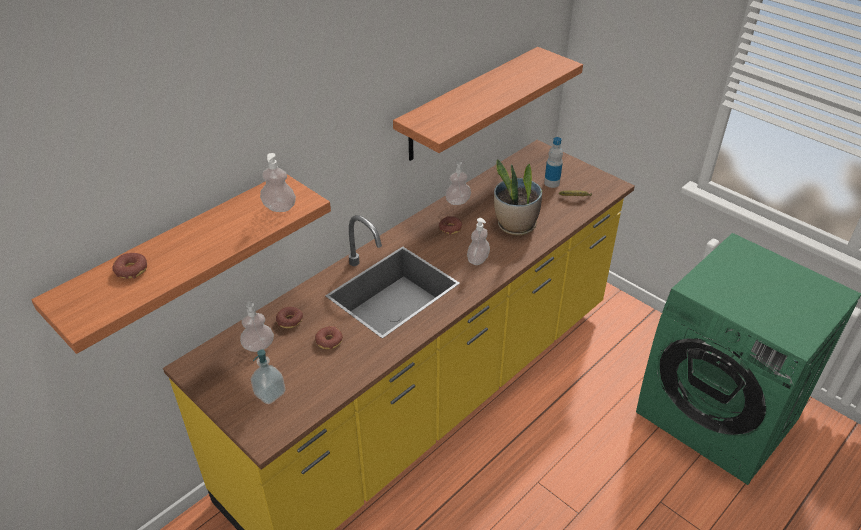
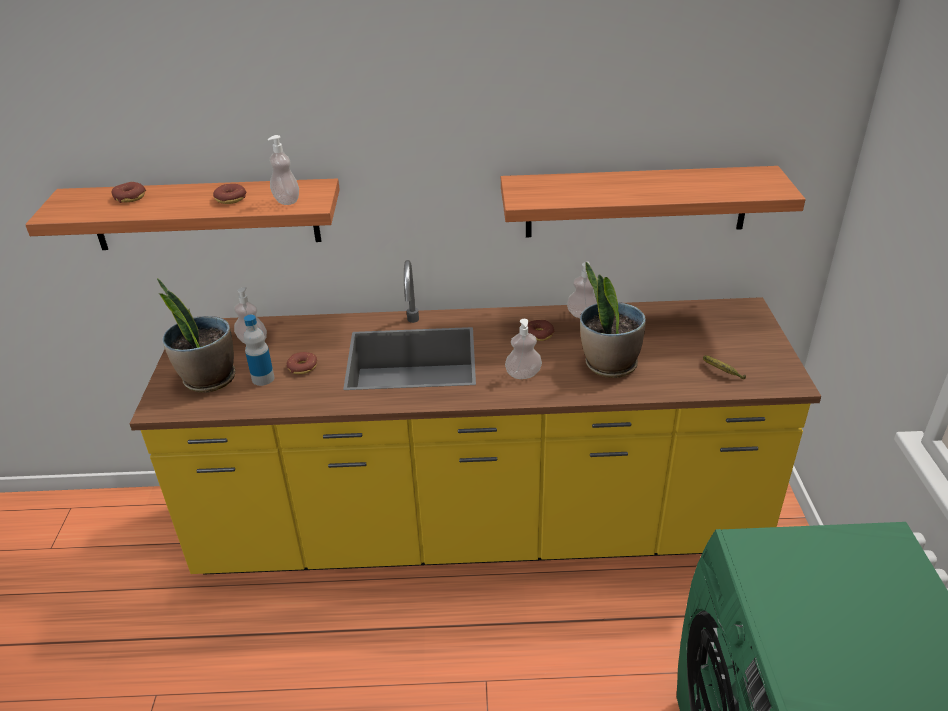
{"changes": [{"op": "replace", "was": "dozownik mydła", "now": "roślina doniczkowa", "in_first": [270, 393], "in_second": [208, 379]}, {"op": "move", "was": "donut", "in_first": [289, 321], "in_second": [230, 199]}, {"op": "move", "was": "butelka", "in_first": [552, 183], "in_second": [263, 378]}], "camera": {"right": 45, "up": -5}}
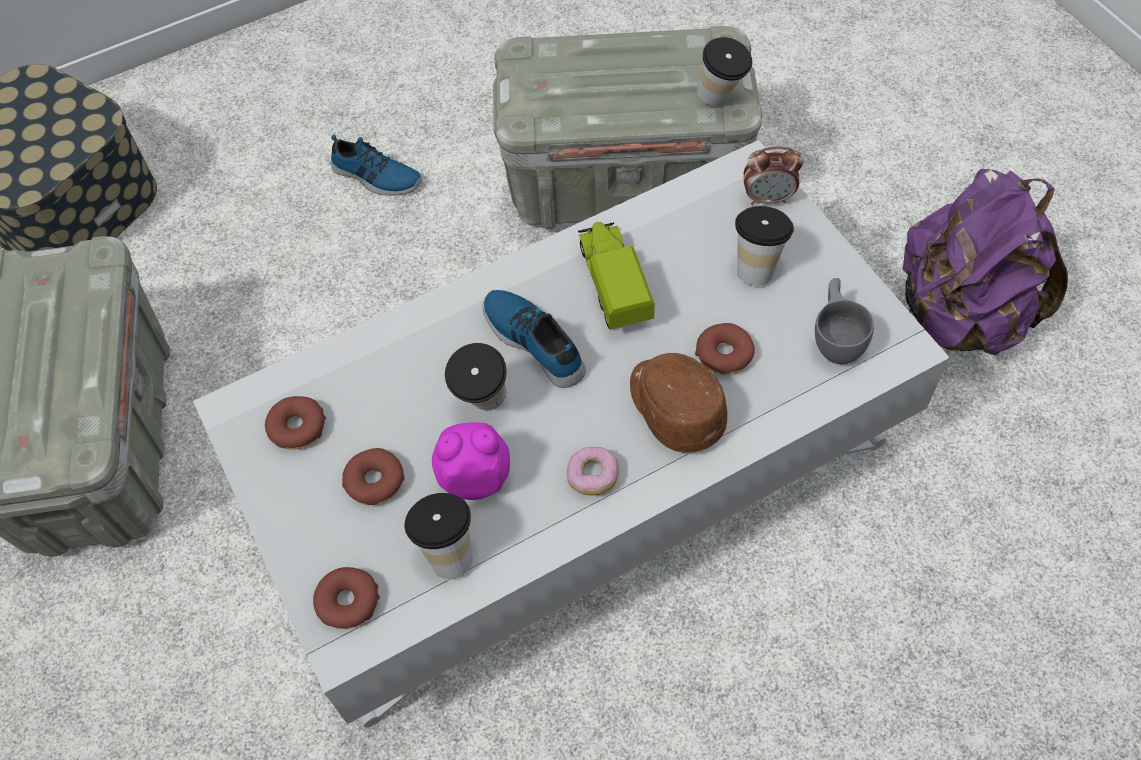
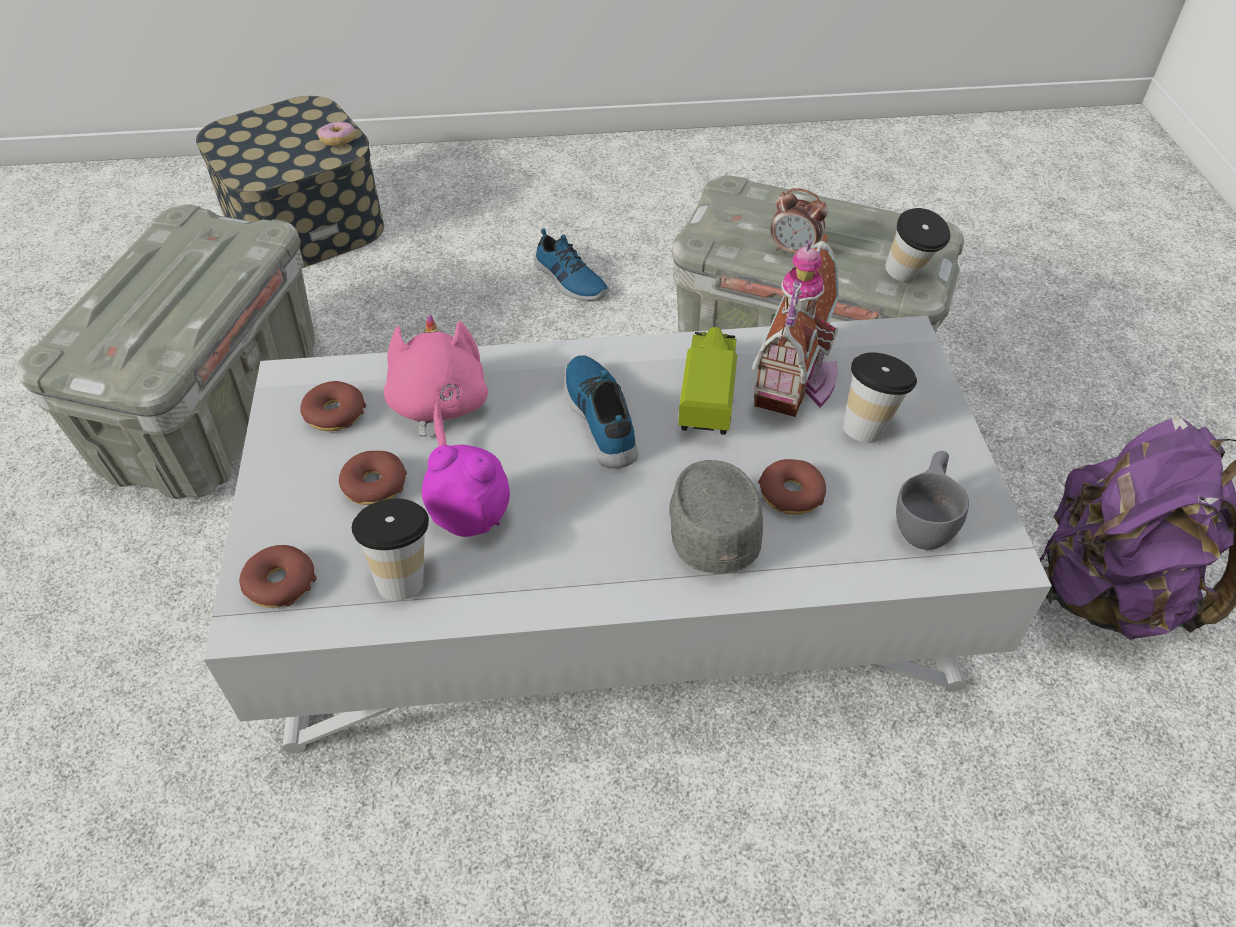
{"changes": [{"op": "move", "was": "donut", "in_first": [593, 476], "in_second": [338, 141]}, {"op": "insert", "now": "pluszak/różowy", "in_second": [439, 410]}, {"op": "recolor", "was": "czapka z daszkiem/brązowy", "now": "czapka z daszkiem/szary", "in_first": [674, 407], "in_second": [711, 525]}, {"op": "insert", "now": "domek", "in_second": [798, 381]}, {"op": "move", "was": "budzik", "in_first": [768, 198], "in_second": [794, 251]}, {"op": "delete", "was": "filiżanka", "in_first": [483, 406]}], "camera": {"right": 20, "up": -10}}
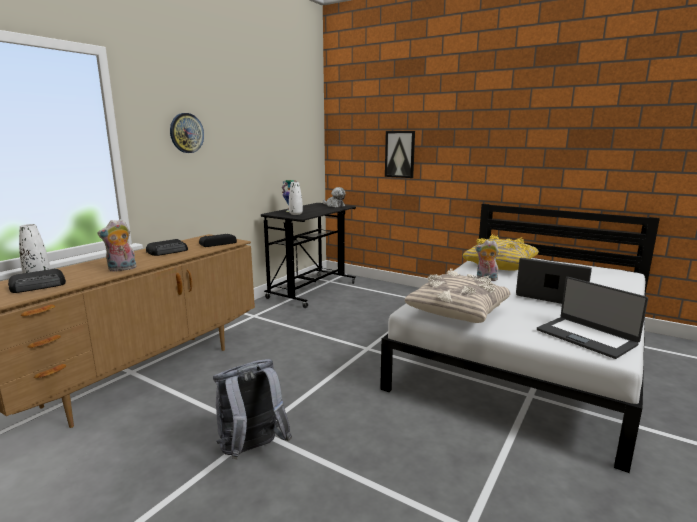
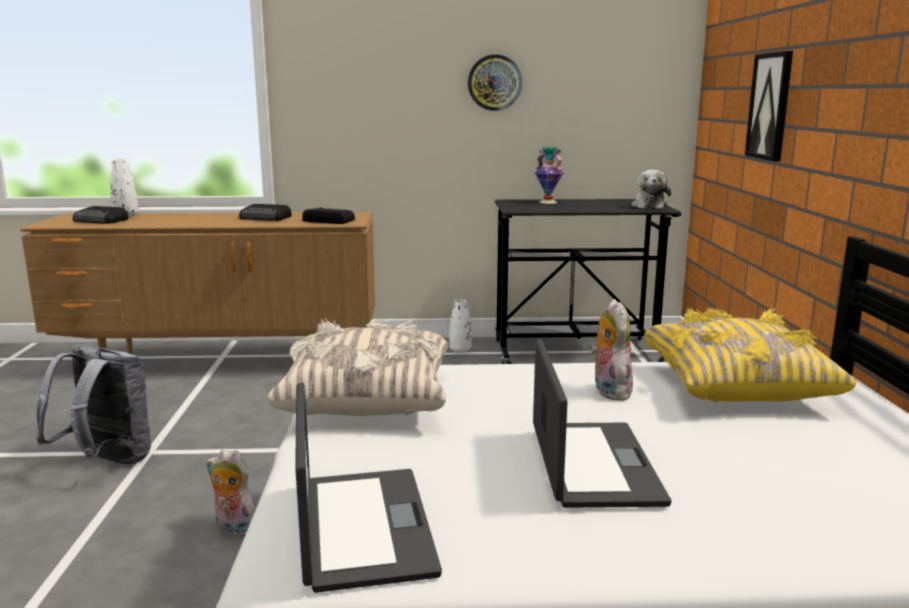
{"changes": [{"op": "move", "was": "pluszak", "in_first": [121, 269], "in_second": [233, 529]}, {"op": "rotate", "was": "laptop", "in_first": [586, 337], "in_second": [361, 527], "clockwise": 150}, {"op": "move", "was": "wazon/biały", "in_first": [295, 214], "in_second": [460, 350]}, {"op": "move", "was": "zegar ścienny", "in_first": [186, 133], "in_second": [494, 82]}], "camera": {"right": 55, "up": 0}}
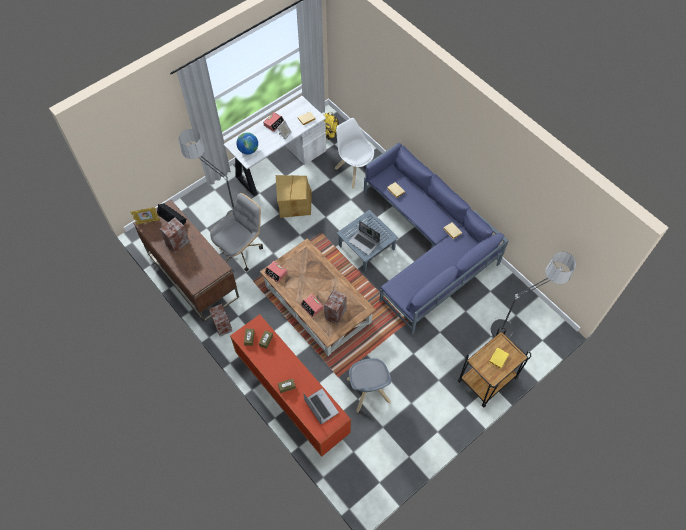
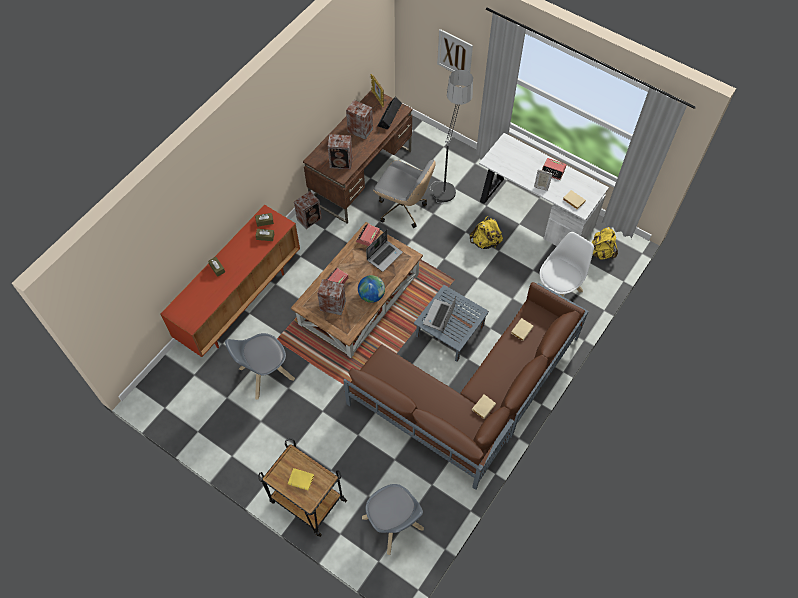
{"changes": [{"op": "insert", "now": "głośnik", "in_second": [342, 162]}, {"op": "recolor", "was": "kanapa/niebieski", "now": "kanapa/brązowy", "in_first": [417, 248], "in_second": [467, 387]}, {"op": "move", "was": "globus", "in_first": [248, 150], "in_second": [371, 295]}, {"op": "replace", "was": "lampa stojąca", "now": "krzesło/szary", "in_first": [516, 323], "in_second": [393, 525]}, {"op": "move", "was": "laptop", "in_first": [320, 406], "in_second": [384, 256]}, {"op": "insert", "now": "obraz", "in_second": [455, 54]}, {"op": "replace", "was": "karton", "now": "plecak/żółty", "in_first": [294, 202], "in_second": [485, 242]}], "camera": {"right": 75, "up": 0}}
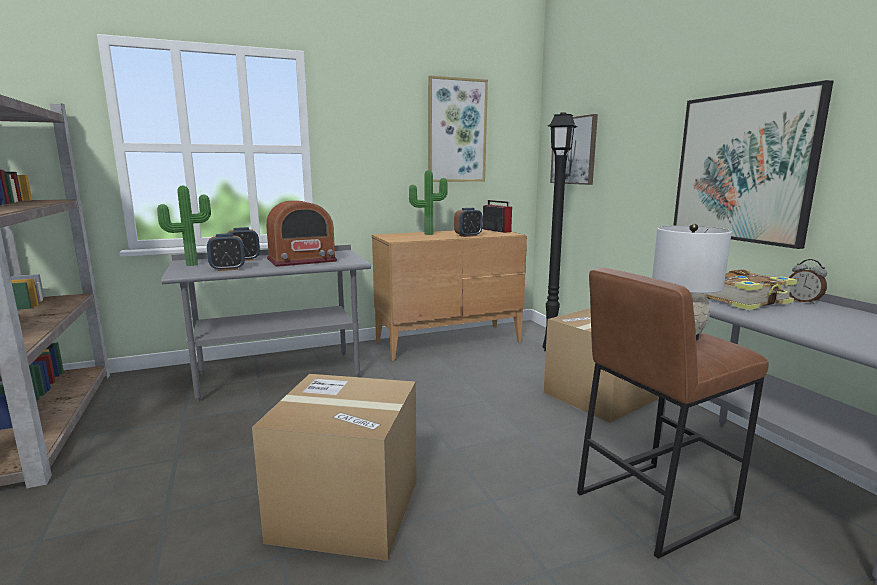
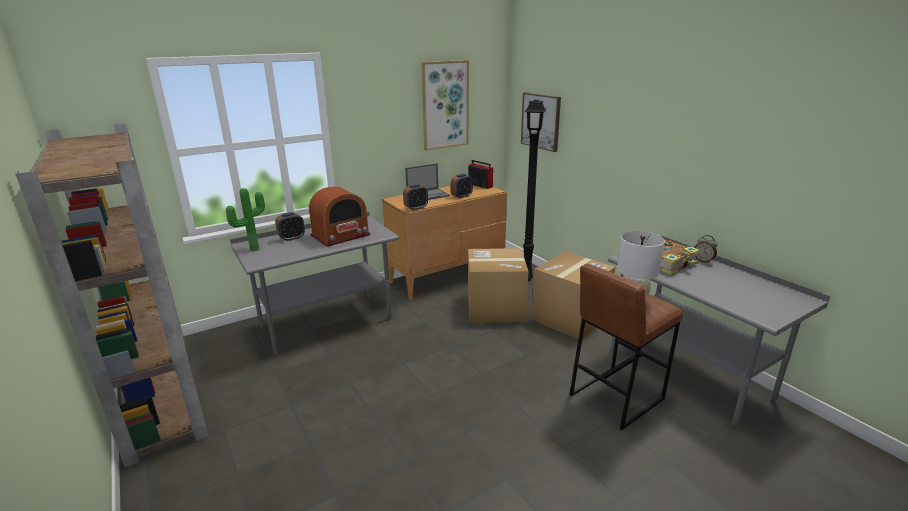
{"changes": [{"op": "move", "was": "budzik", "in_first": [227, 269], "in_second": [416, 208]}, {"op": "replace", "was": "roślina doniczkowa", "now": "laptop", "in_first": [428, 234], "in_second": [428, 195]}, {"op": "move", "was": "karton", "in_first": [347, 509], "in_second": [495, 308]}, {"op": "delete", "was": "obraz", "in_first": [743, 167]}], "camera": {"right": -10, "up": 10}}
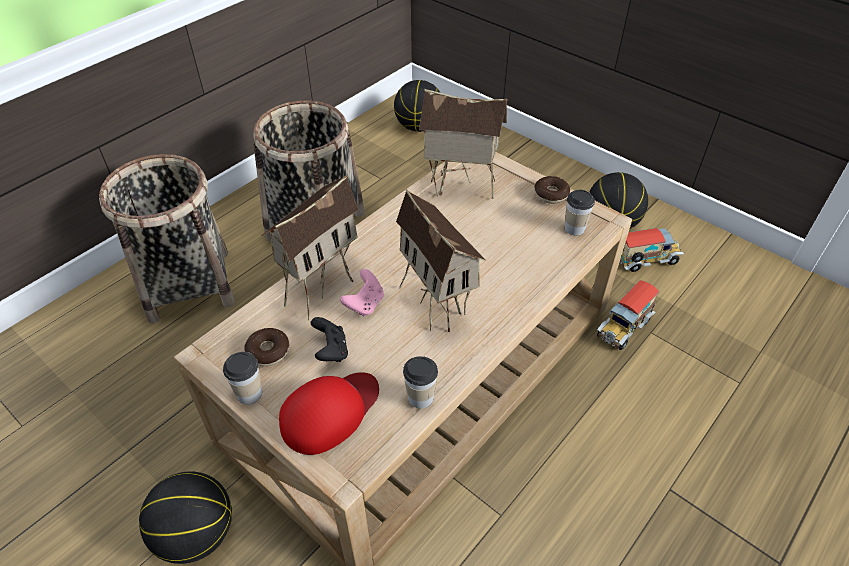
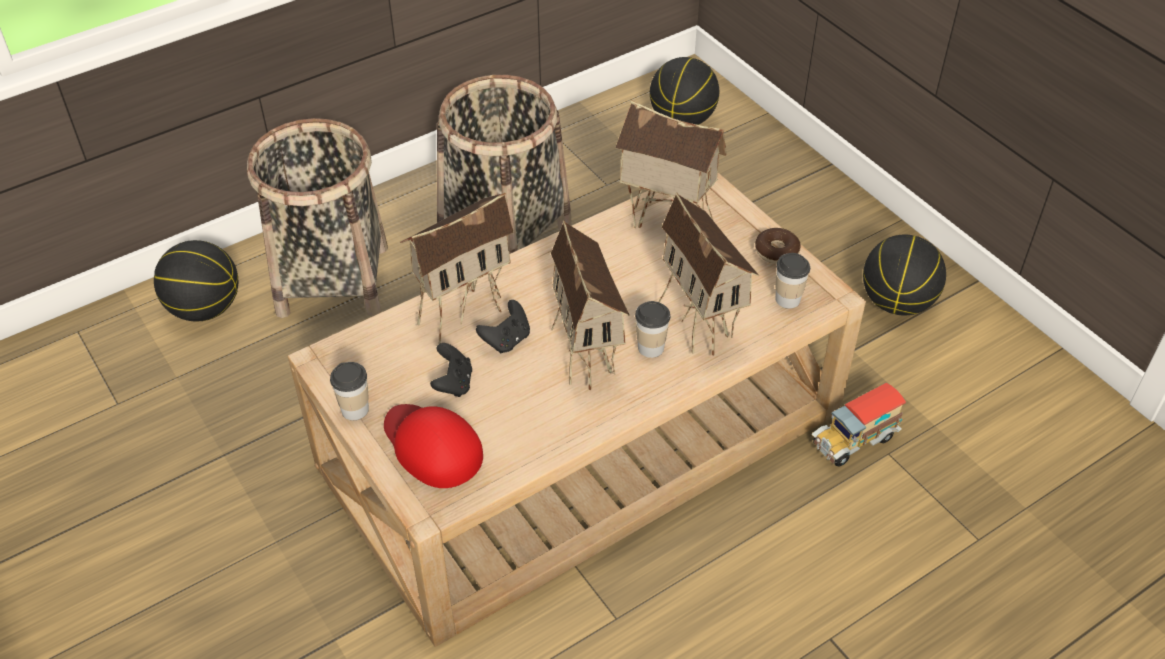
{"changes": [{"op": "move", "was": "piłka do koszykówki", "in_first": [197, 533], "in_second": [205, 308]}, {"op": "rotate", "was": "czapka z daszkiem/czerwony", "in_first": [330, 412], "in_second": [432, 446], "clockwise": -105}, {"op": "recolor", "was": "pad do gier/różowy", "now": "pad do gier/czarny", "in_first": [365, 304], "in_second": [506, 340]}, {"op": "move", "was": "filiżanka", "in_first": [420, 397], "in_second": [650, 348]}, {"op": "insert", "now": "domek", "in_second": [700, 325]}, {"op": "delete", "was": "donut", "in_first": [268, 351]}, {"op": "delete", "was": "ciężarówka zabawkowa", "in_first": [645, 261]}], "camera": {"right": 15, "up": 0}}
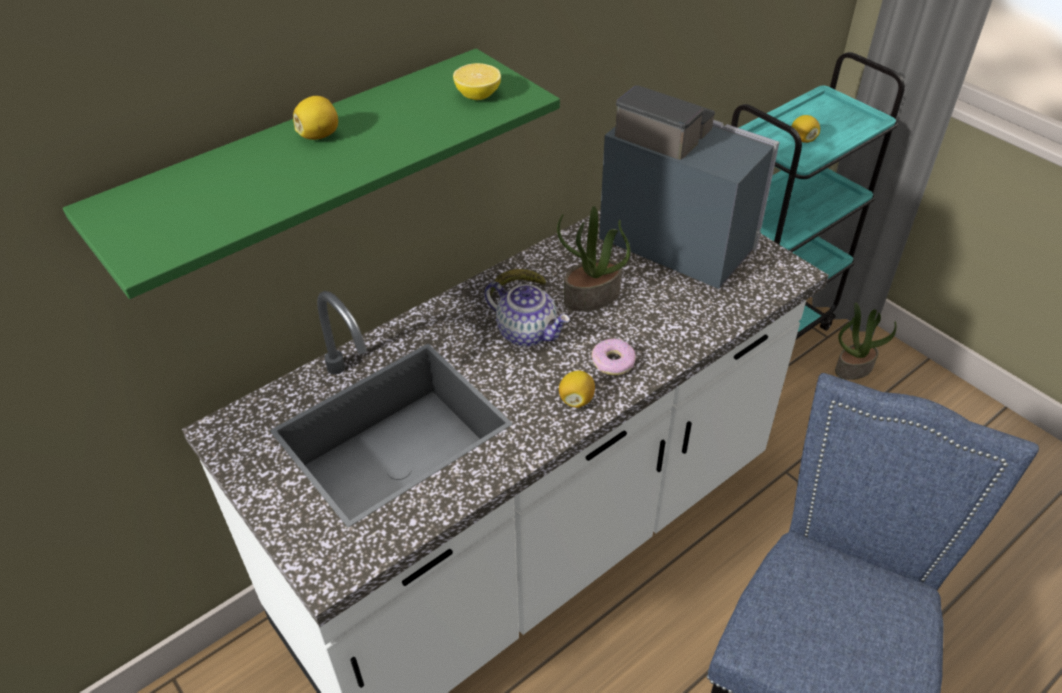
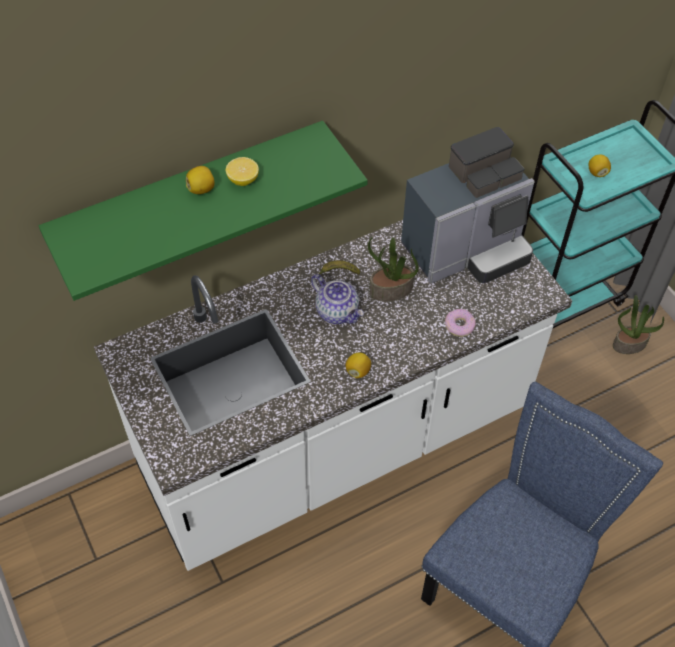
{"changes": [{"op": "move", "was": "cytryna", "in_first": [478, 95], "in_second": [243, 180]}, {"op": "rotate", "was": "ekspres do kawy", "in_first": [675, 239], "in_second": [467, 249], "clockwise": 105}, {"op": "move", "was": "donut", "in_first": [613, 362], "in_second": [459, 326]}], "camera": {"right": 10, "up": 10}}
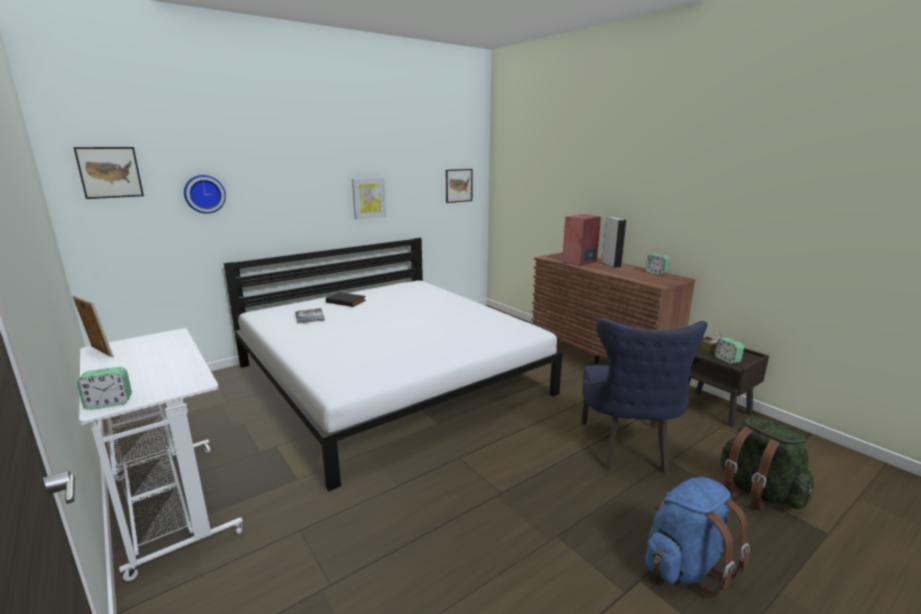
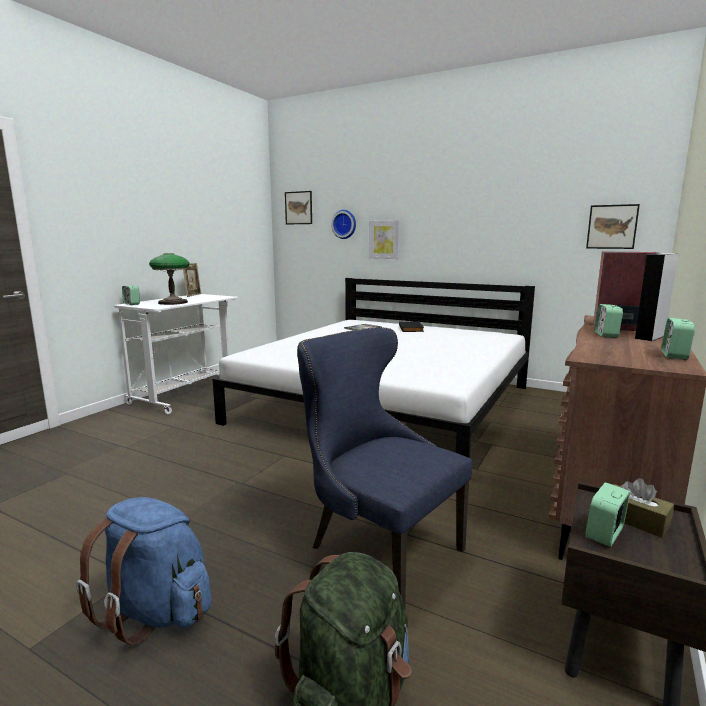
{"changes": [{"op": "insert", "now": "lampa stołowa", "in_second": [173, 302]}, {"op": "rotate", "was": "krzesło/niebieski", "in_first": [627, 448], "in_second": [379, 549], "clockwise": 60}, {"op": "move", "was": "obraz", "in_first": [369, 198], "in_second": [384, 239]}, {"op": "insert", "now": "budzik", "in_second": [606, 335]}], "camera": {"right": 65, "up": -5}}
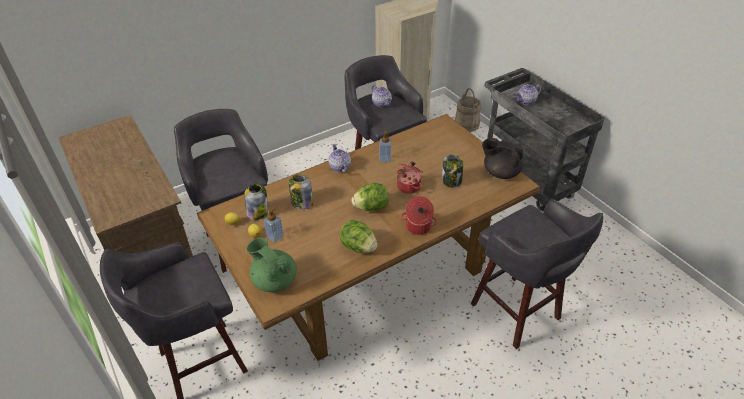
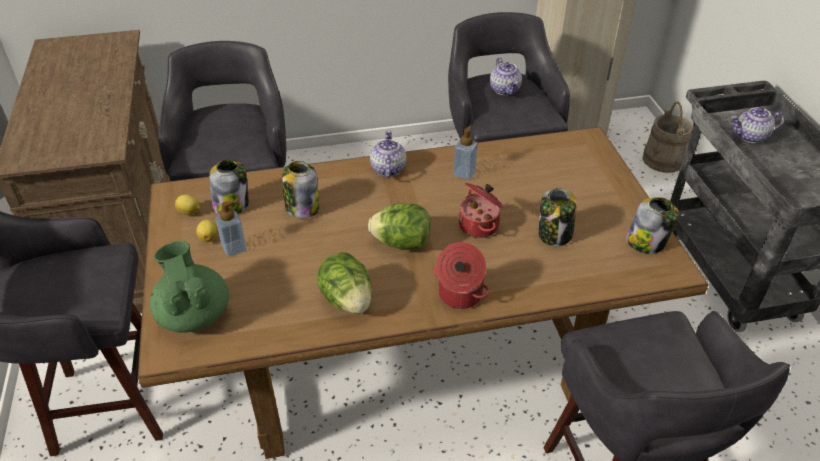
{"changes": [{"op": "replace", "was": "imbryk/czarny", "now": "słoik", "in_first": [500, 172], "in_second": [646, 242]}], "camera": {"right": 20, "up": 0}}
